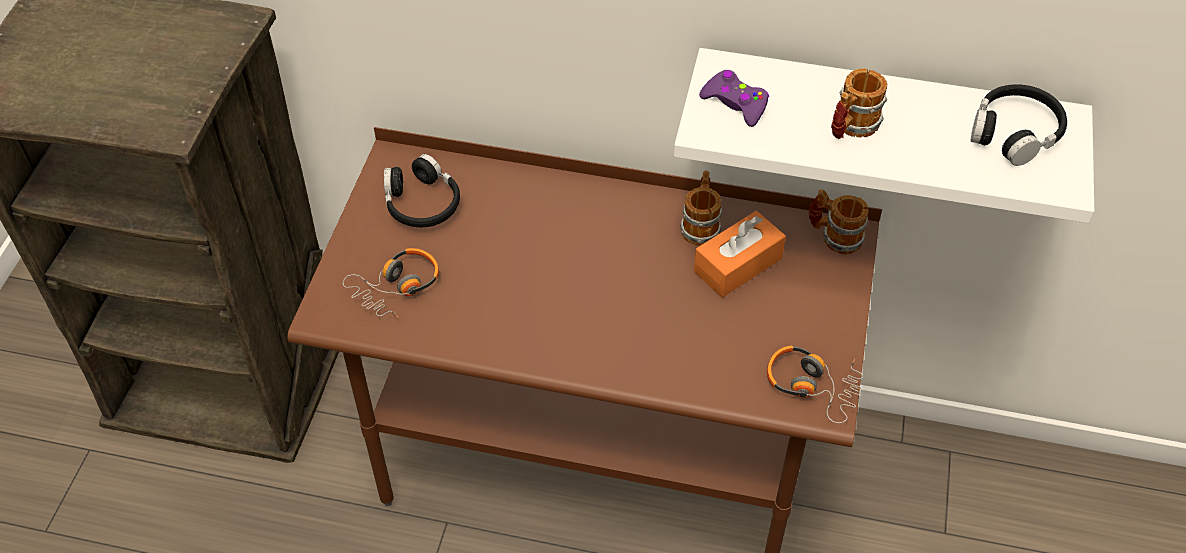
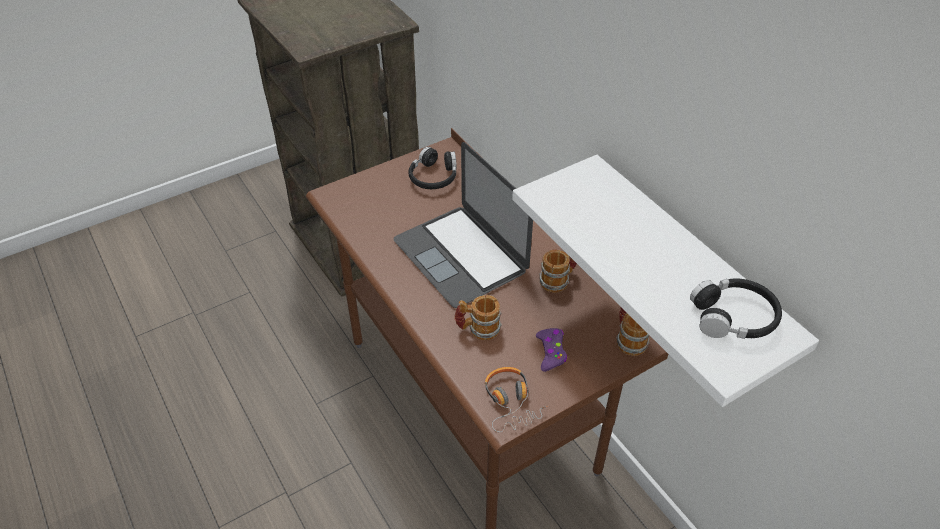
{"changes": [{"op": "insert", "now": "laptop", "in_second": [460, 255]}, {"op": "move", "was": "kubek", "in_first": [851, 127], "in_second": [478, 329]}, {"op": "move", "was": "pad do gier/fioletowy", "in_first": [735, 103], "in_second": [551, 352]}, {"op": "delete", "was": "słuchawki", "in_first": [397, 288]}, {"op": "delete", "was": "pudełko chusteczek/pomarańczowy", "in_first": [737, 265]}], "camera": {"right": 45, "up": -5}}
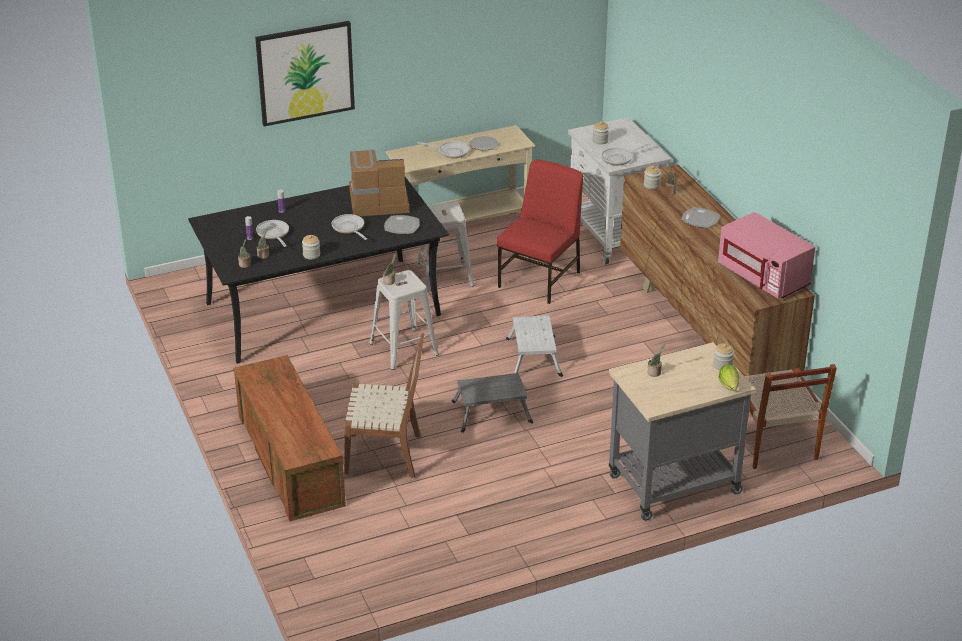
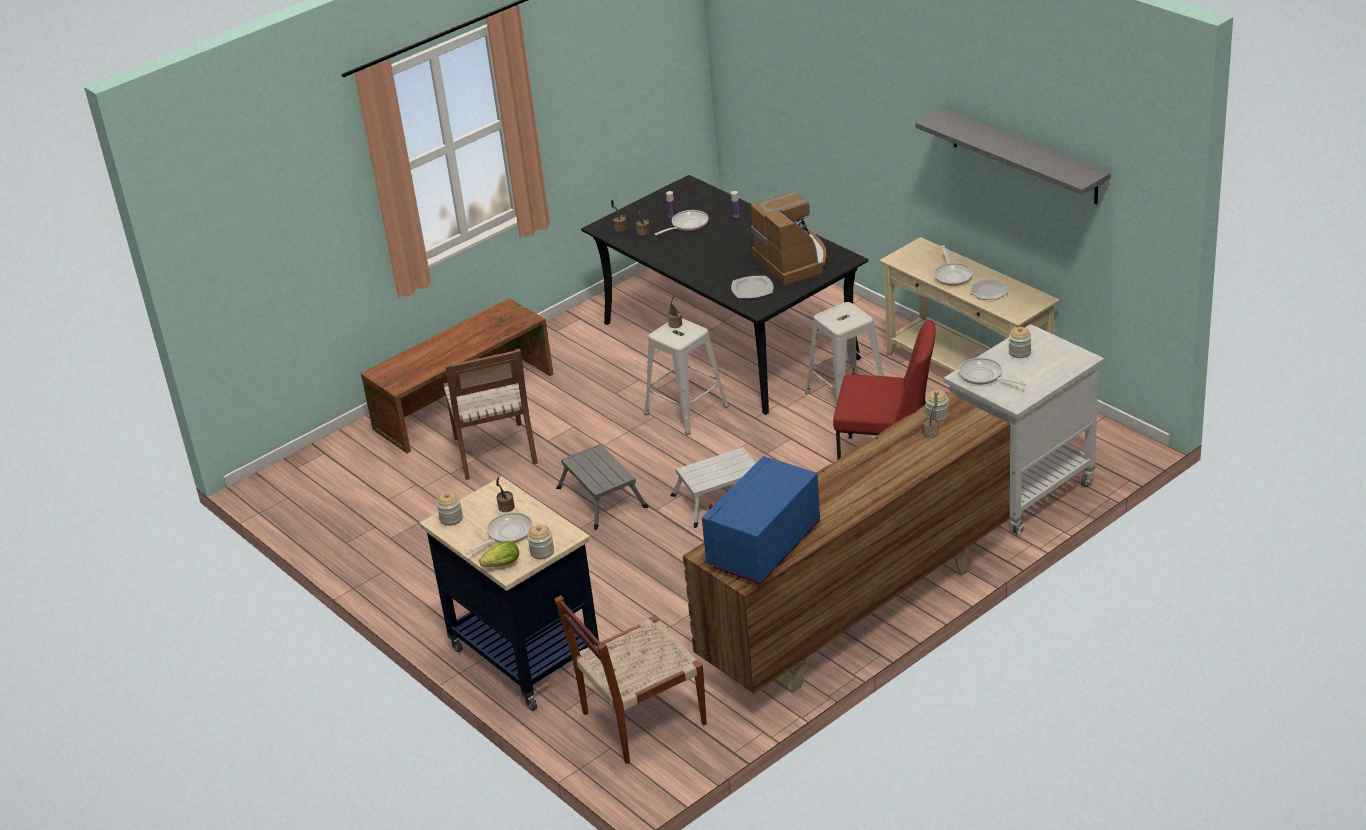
{"changes": [{"op": "recolor", "was": "wózek/szary", "now": "wózek/niebieski", "in_first": [673, 486], "in_second": [525, 657]}, {"op": "move", "was": "słoik", "in_first": [311, 255], "in_second": [451, 519]}, {"op": "move", "was": "patelnia", "in_first": [349, 228], "in_second": [506, 534]}, {"op": "recolor", "was": "mikrofalówka/różowy", "now": "mikrofalówka/niebieski", "in_first": [764, 277], "in_second": [764, 547]}, {"op": "insert", "now": "półka/szary", "in_second": [1024, 156]}, {"op": "delete", "was": "obraz", "in_first": [305, 72]}, {"op": "delete", "was": "talerz", "in_first": [700, 219]}], "camera": {"right": 75, "up": 0}}
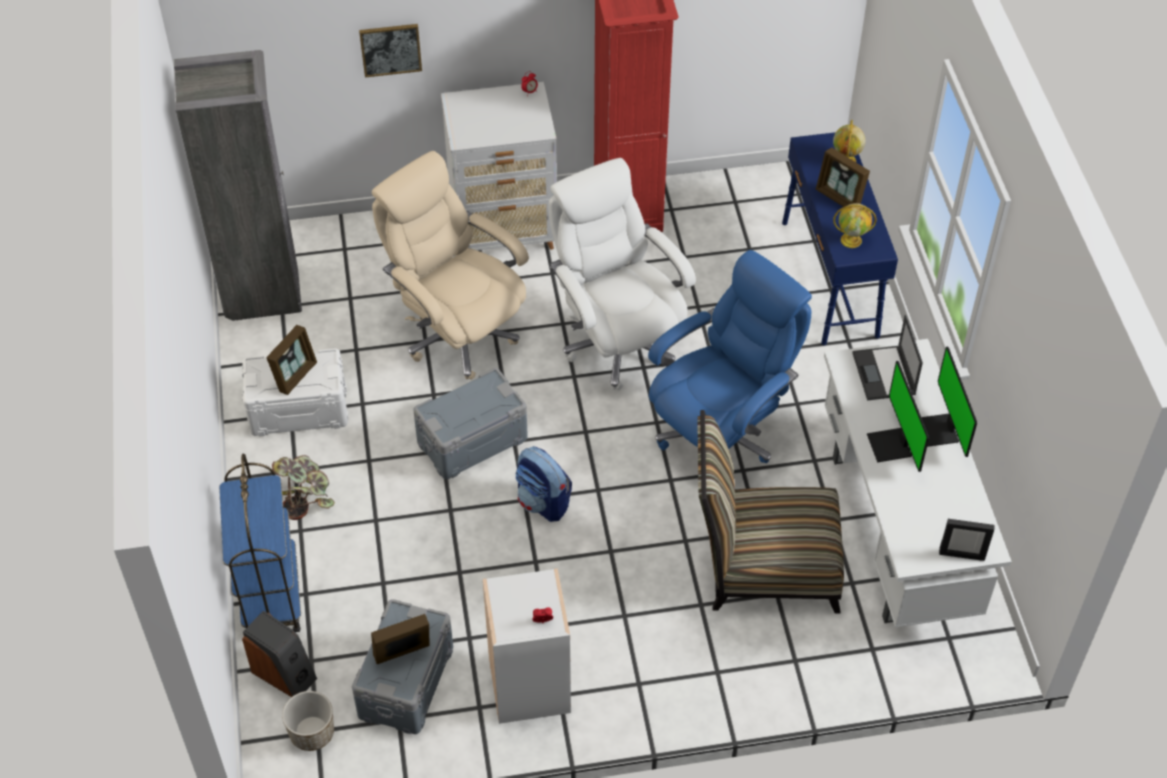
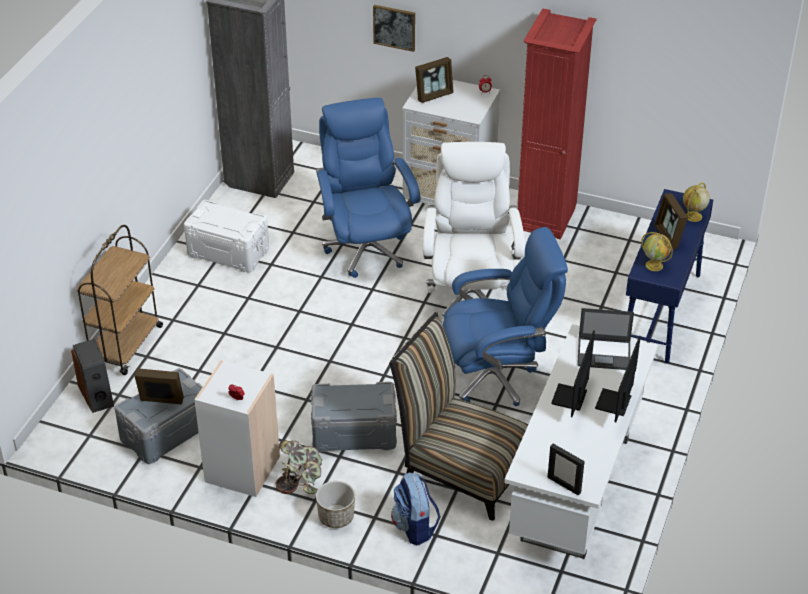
{"changes": [{"op": "recolor", "was": "wózek/niebieski", "now": "wózek/brązowy", "in_first": [270, 594], "in_second": [125, 347]}, {"op": "move", "was": "roślina doniczkowa", "in_first": [305, 496], "in_second": [300, 479]}, {"op": "move", "was": "pojemnik do przechowywania/szary", "in_first": [471, 440], "in_second": [354, 432]}, {"op": "recolor", "was": "krzesło biurowe/beżowy", "now": "krzesło biurowe/niebieski", "in_first": [457, 335], "in_second": [366, 248]}, {"op": "move", "was": "donica", "in_first": [312, 732], "in_second": [336, 517]}, {"op": "move", "was": "plecak", "in_first": [543, 502], "in_second": [415, 527]}, {"op": "move", "was": "ramka na zdjęcie", "in_first": [295, 375], "in_second": [434, 95]}, {"op": "rotate", "was": "laptop", "in_first": [884, 374], "in_second": [604, 354], "clockwise": -105}], "camera": {"right": 30, "up": -10}}
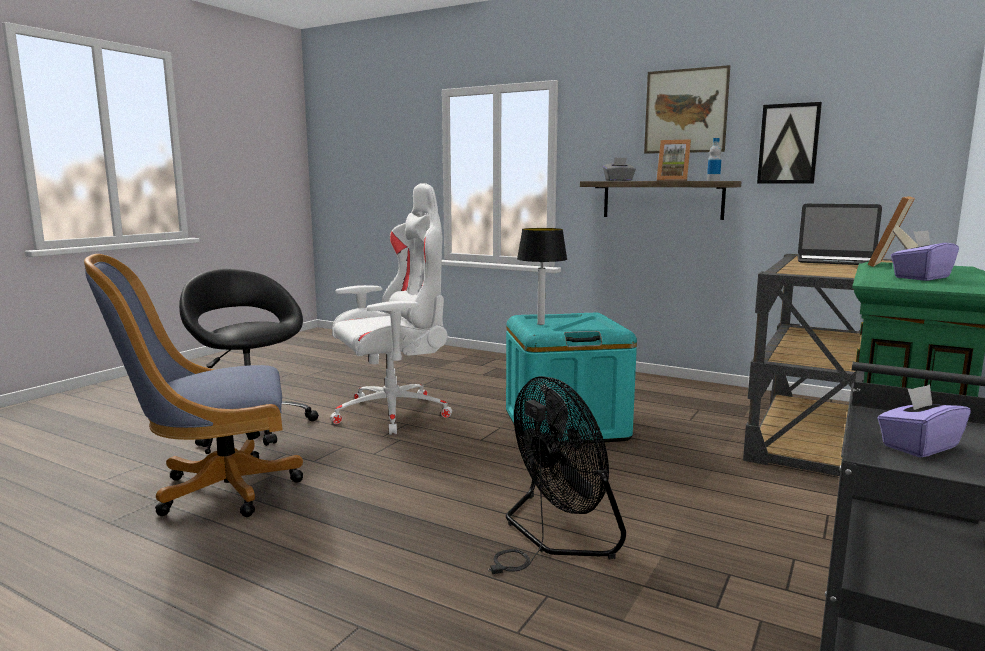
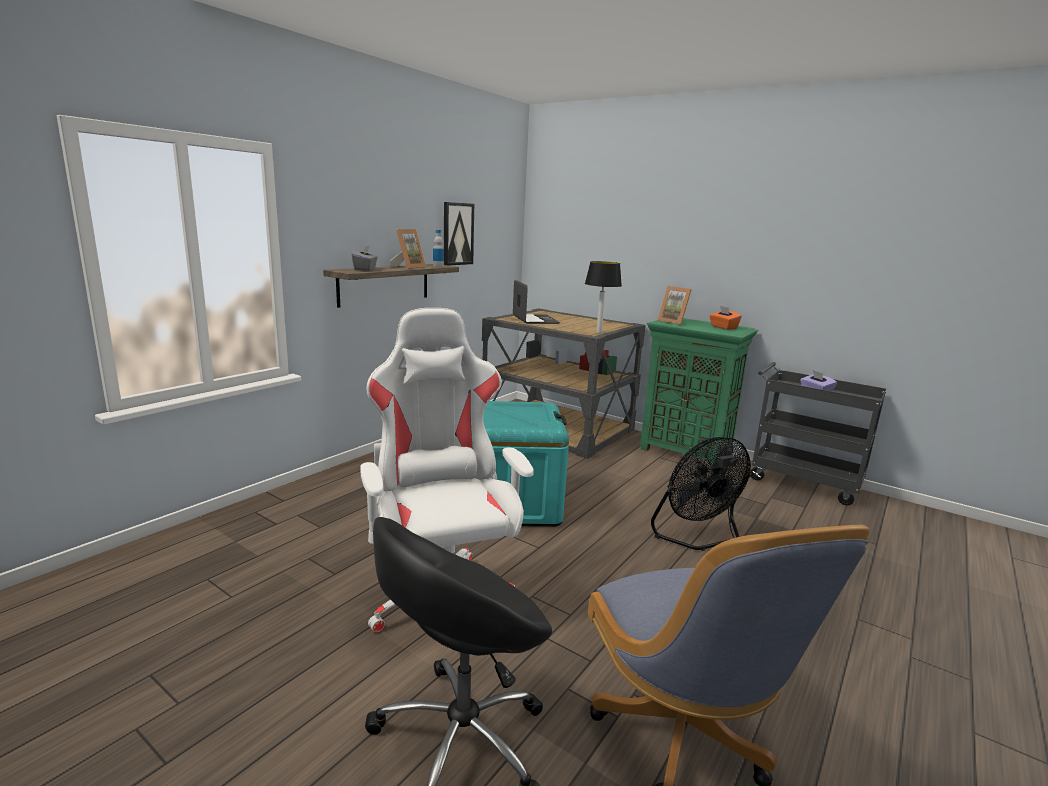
{"changes": [{"op": "rotate", "was": "laptop", "in_first": [837, 261], "in_second": [535, 319], "clockwise": -45}, {"op": "move", "was": "lampa stołowa", "in_first": [540, 324], "in_second": [598, 332]}, {"op": "recolor", "was": "pudełko chusteczek/fioletowy", "now": "pudełko chusteczek/pomarańczowy", "in_first": [920, 277], "in_second": [723, 327]}, {"op": "delete", "was": "obraz", "in_first": [686, 111]}], "camera": {"right": -85, "up": 5}}
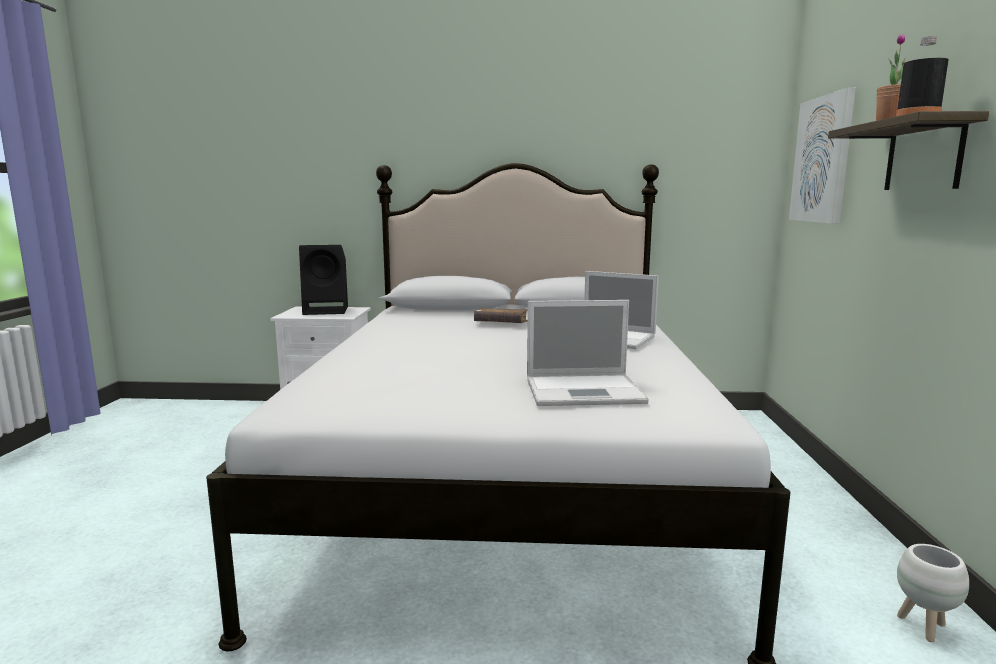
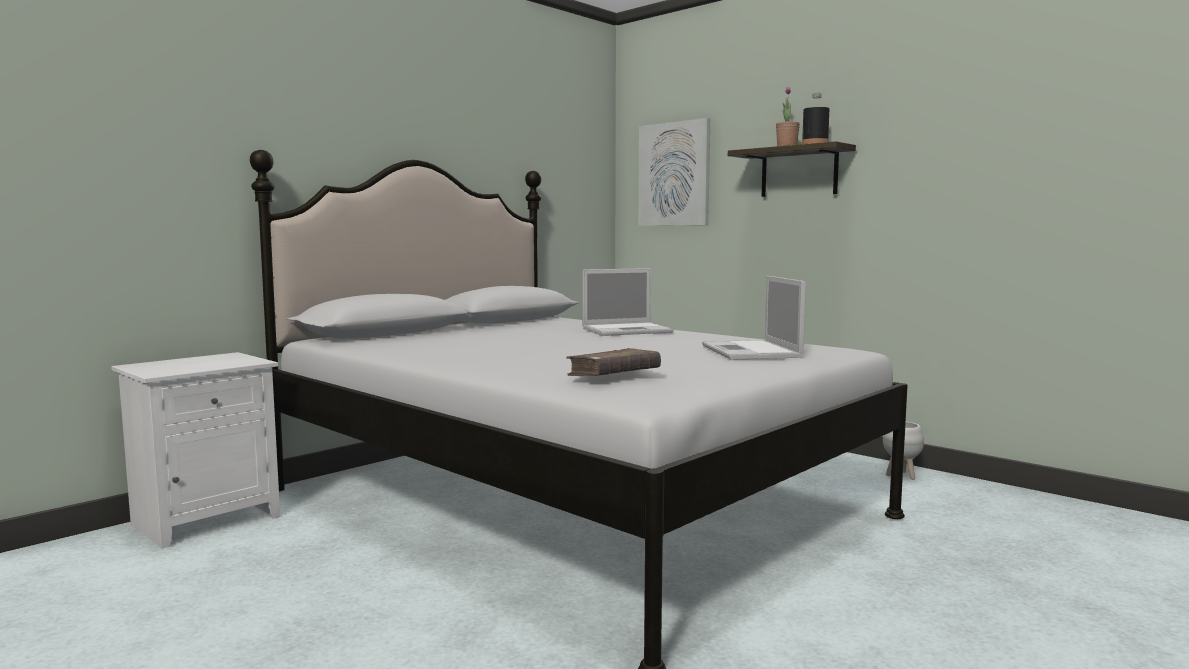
{"changes": [{"op": "move", "was": "książka/brązowy", "in_first": [501, 323], "in_second": [614, 375]}, {"op": "rotate", "was": "laptop", "in_first": [586, 391], "in_second": [751, 351], "clockwise": 135}, {"op": "delete", "was": "głośnik/czarny", "in_first": [327, 310]}], "camera": {"right": -50, "up": -5}}
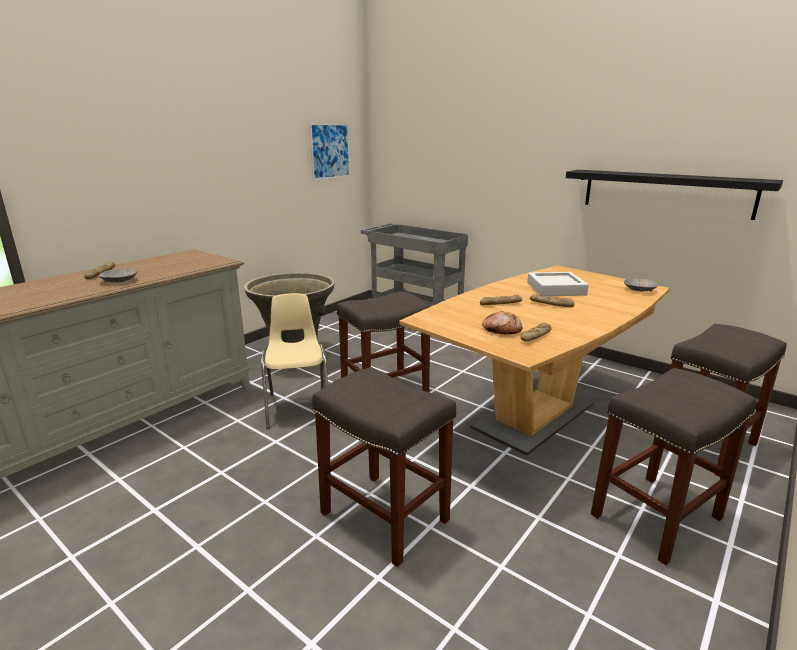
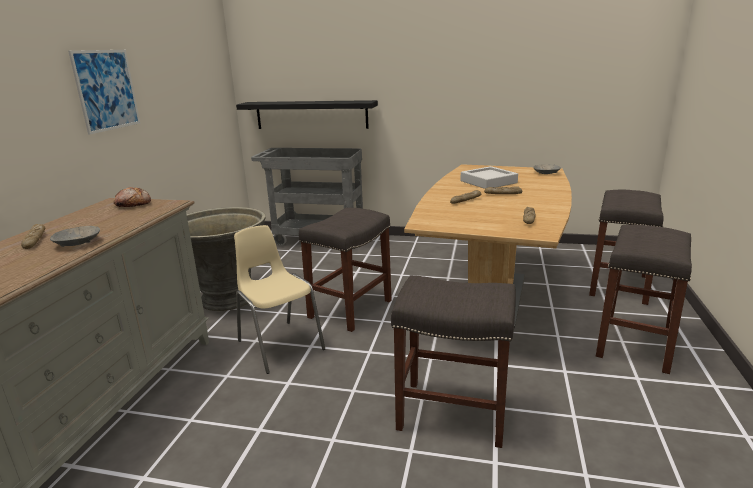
{"changes": [{"op": "move", "was": "obraz", "in_first": [330, 151], "in_second": [106, 90]}, {"op": "move", "was": "chleb", "in_first": [501, 330], "in_second": [133, 204]}, {"op": "move", "was": "półka/czarny", "in_first": [666, 193], "in_second": [311, 115]}], "camera": {"right": -25, "up": 0}}
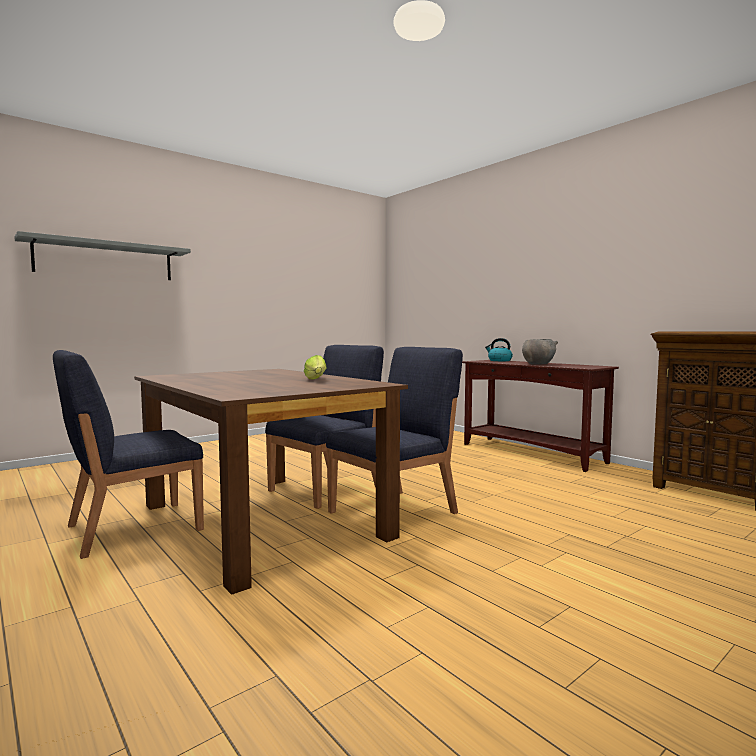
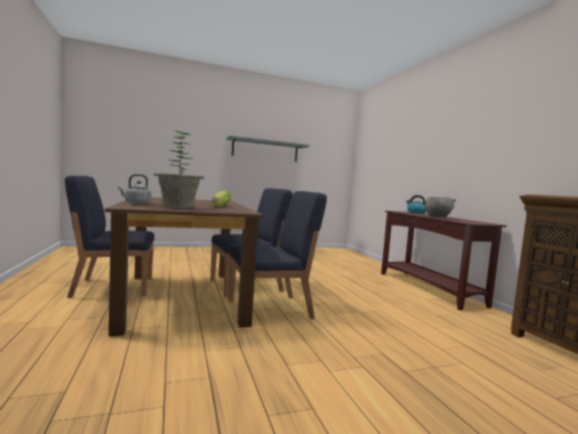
{"changes": [{"op": "insert", "now": "czajnik/szary", "in_second": [136, 204]}, {"op": "insert", "now": "roślina doniczkowa", "in_second": [178, 207]}, {"op": "move", "was": "półka/szary", "in_first": [105, 260], "in_second": [265, 150]}], "camera": {"right": 20, "up": 0}}
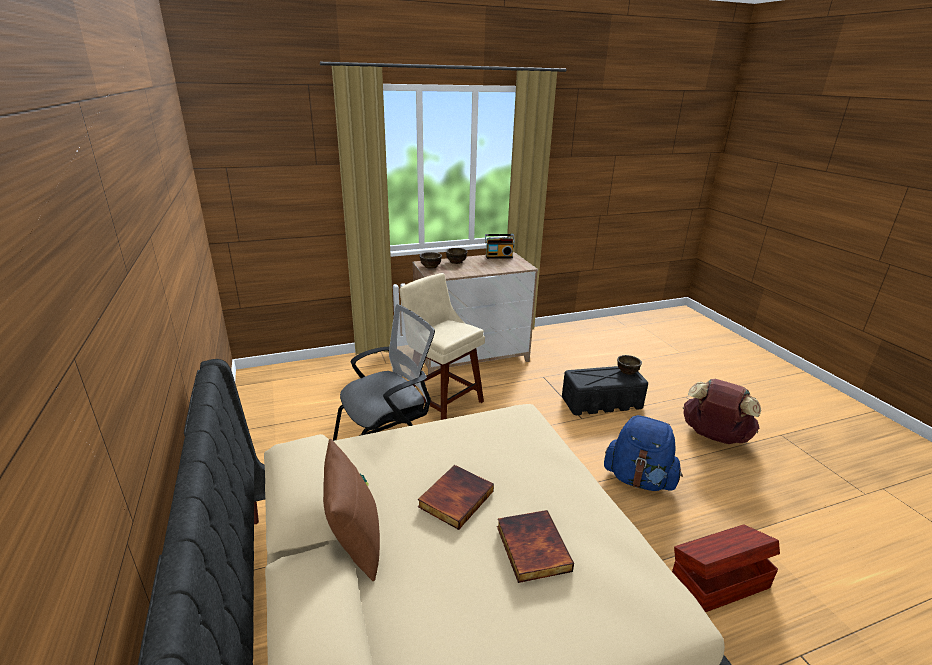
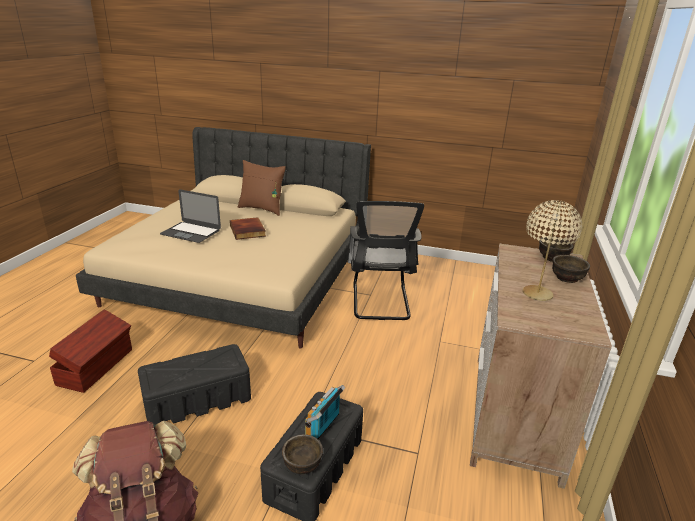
{"changes": [{"op": "replace", "was": "plecak/niebieski", "now": "pojemnik do przechowywania/czarny", "in_first": [638, 479], "in_second": [197, 400]}, {"op": "replace", "was": "książka", "now": "laptop", "in_first": [531, 548], "in_second": [191, 232]}, {"op": "move", "was": "radio", "in_first": [499, 256], "in_second": [324, 426]}, {"op": "insert", "now": "lampa stołowa/beżowy", "in_second": [537, 294]}, {"op": "delete", "was": "krzesło/beżowy", "in_first": [442, 401]}], "camera": {"right": 125, "up": 0}}
